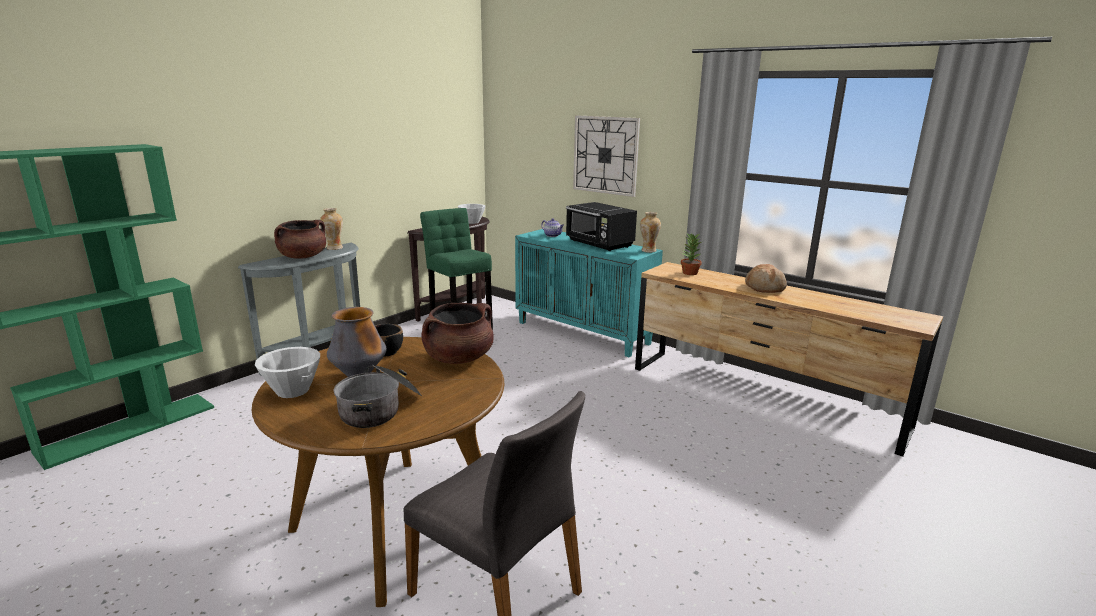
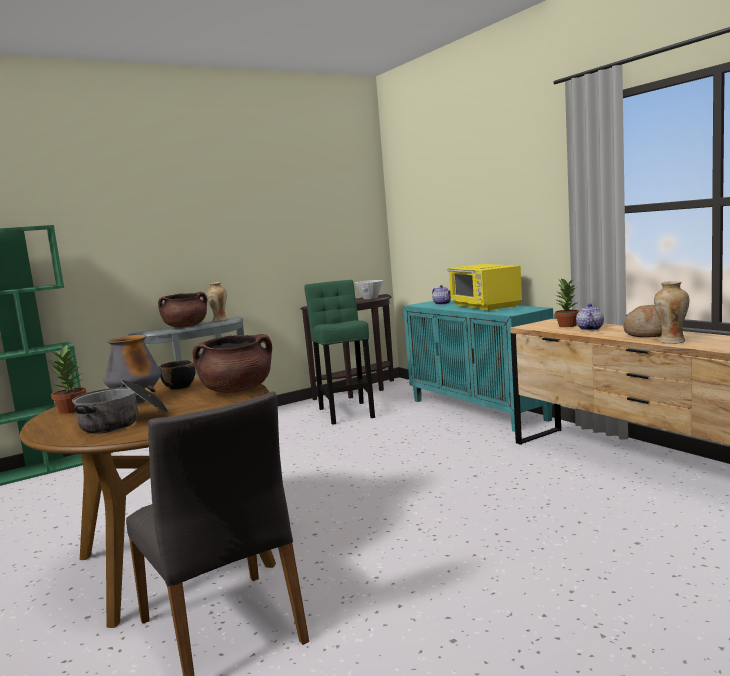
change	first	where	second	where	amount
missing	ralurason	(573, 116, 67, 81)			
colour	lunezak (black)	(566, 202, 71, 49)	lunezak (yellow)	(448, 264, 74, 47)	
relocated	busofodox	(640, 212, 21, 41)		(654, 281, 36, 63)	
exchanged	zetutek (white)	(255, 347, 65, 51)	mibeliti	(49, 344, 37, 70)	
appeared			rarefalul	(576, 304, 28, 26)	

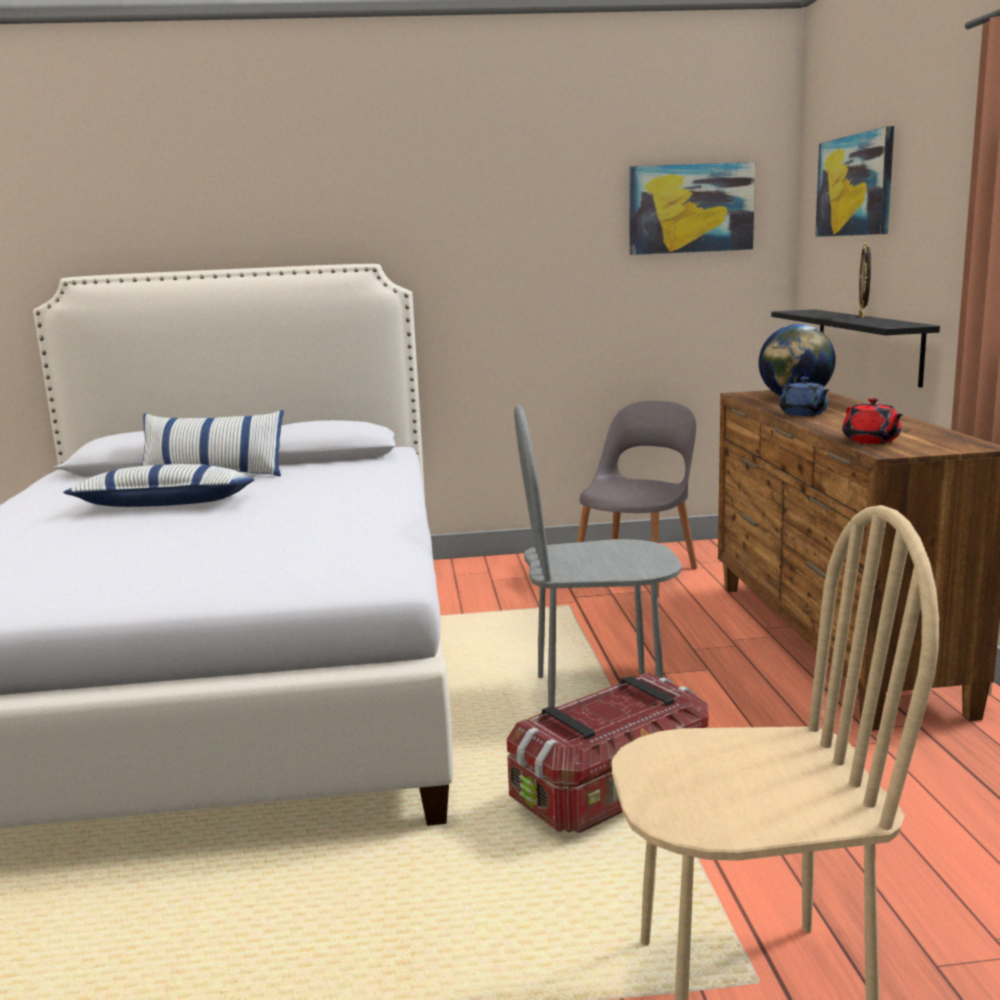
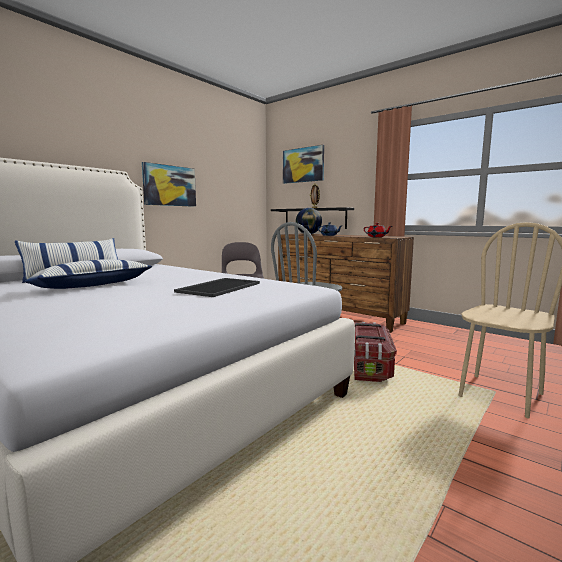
change	first	where	second	where	amount
relocated	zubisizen	(629, 162, 126, 93)		(142, 162, 54, 45)	
appeared			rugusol	(174, 278, 86, 19)	

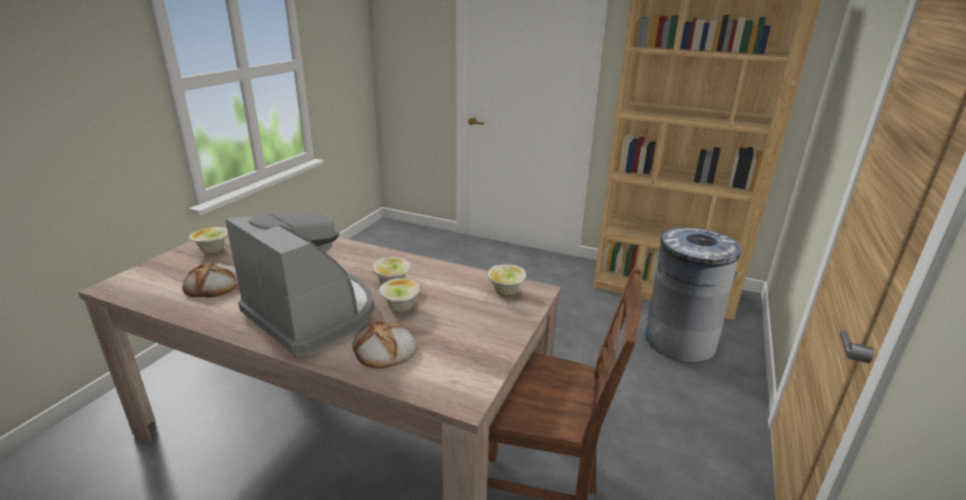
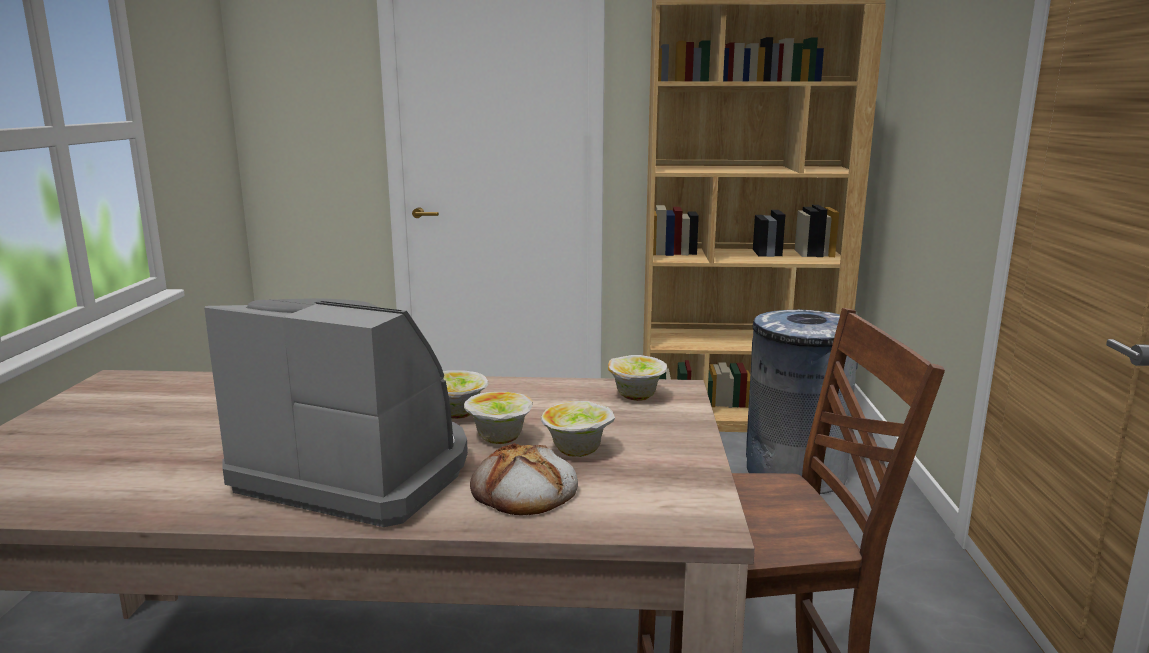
change	first	where	second	where	amount
relocated	zetutek	(189, 227, 39, 27)		(541, 401, 74, 56)	
missing	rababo	(182, 262, 56, 36)			

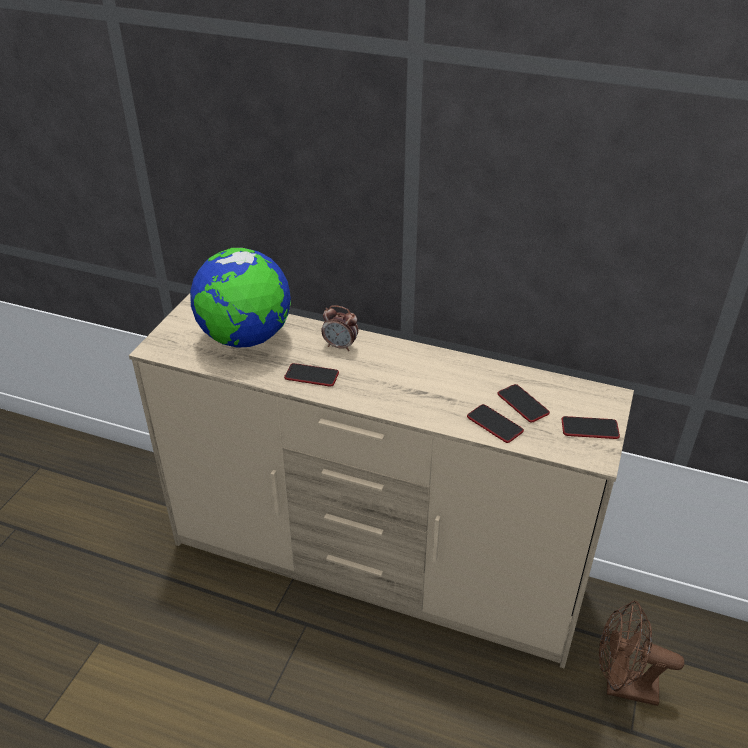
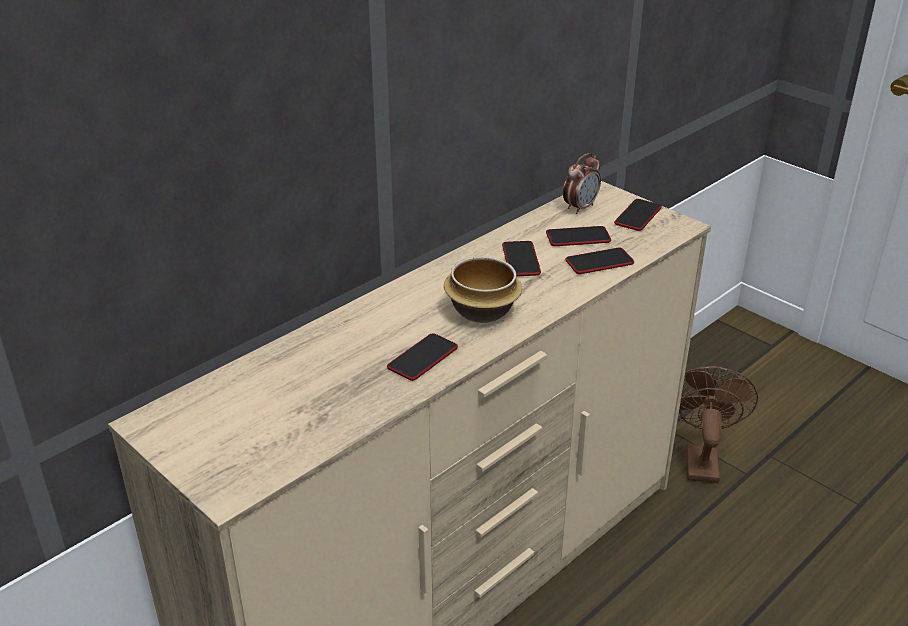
change	first	where	second	where	amount
missing	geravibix	(190, 248, 101, 100)			
relocated	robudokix	(321, 305, 37, 46)		(563, 153, 38, 61)	
spun	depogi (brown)	(599, 601, 86, 105)		(678, 366, 80, 117)	150 degrees clockwise
appeared			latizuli	(502, 241, 39, 35)	
appeared			zetutek	(444, 256, 78, 67)	

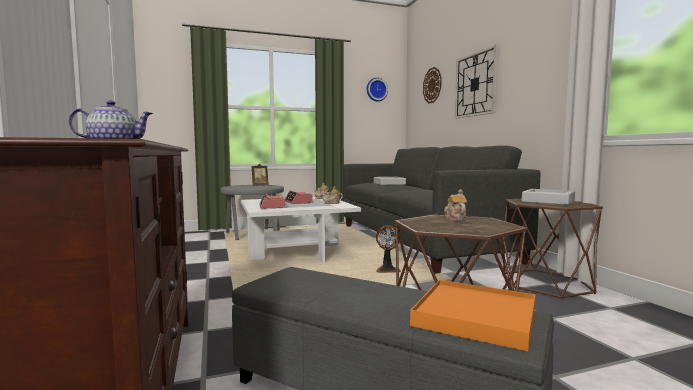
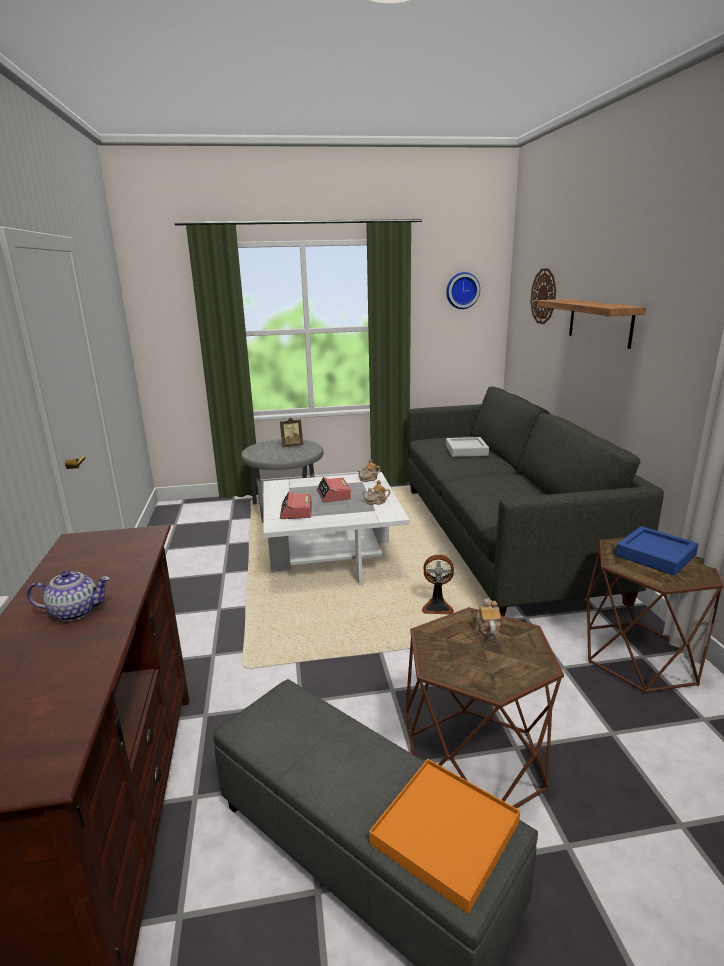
change	first	where	second	where	amount
exchanged	ralurason	(455, 45, 43, 73)	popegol	(538, 299, 108, 50)	
colour	rugusol (grey)	(522, 189, 53, 16)	rugusol (blue)	(615, 526, 83, 49)	

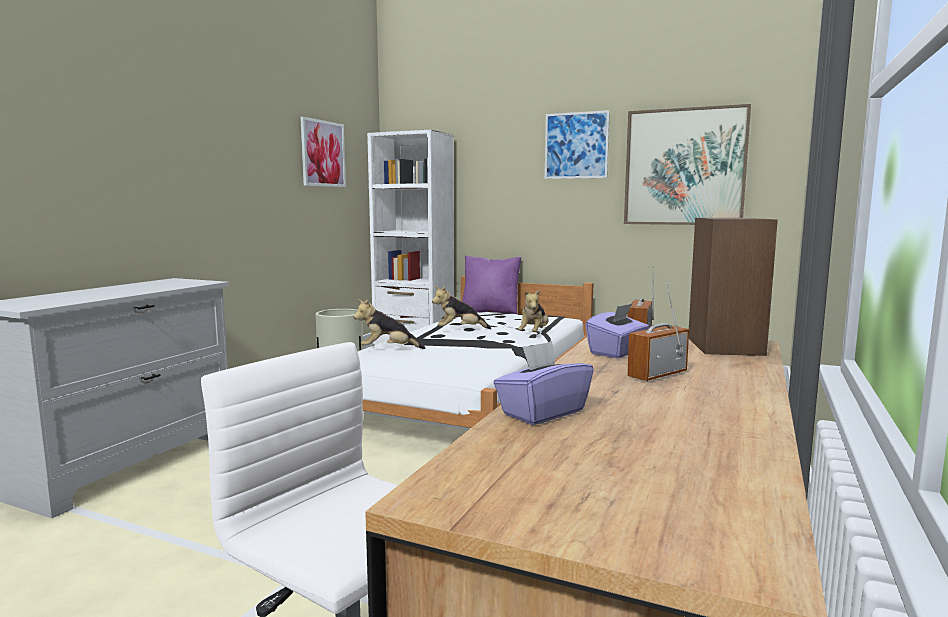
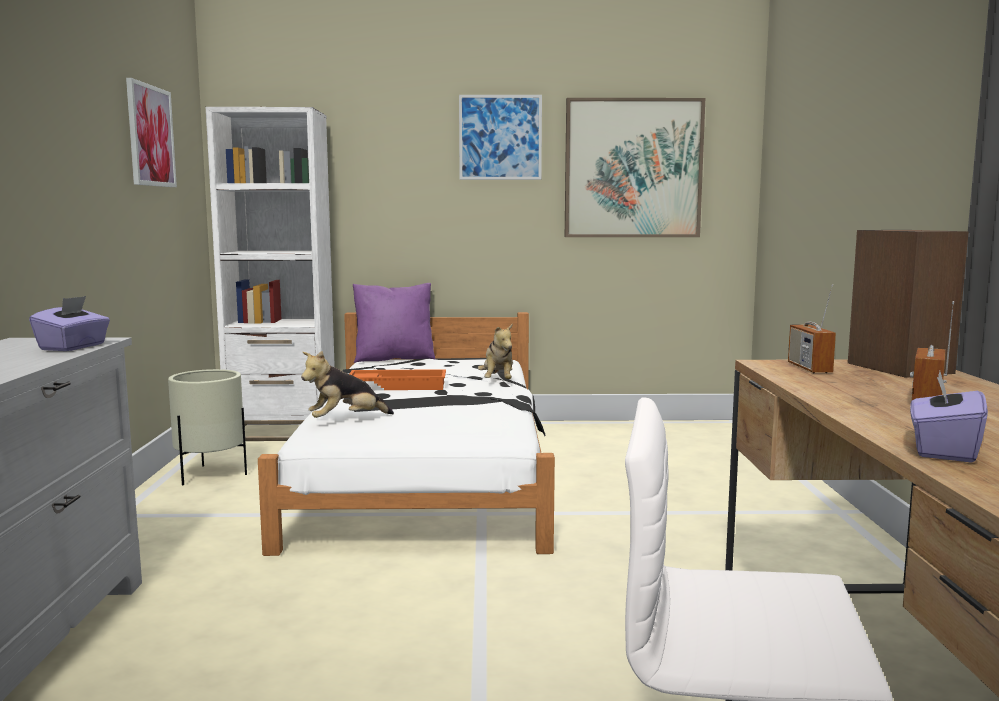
change	first	where	second	where	amount
exchanged	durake	(432, 286, 59, 43)	rugusol (orange)	(349, 369, 97, 21)	
relocated	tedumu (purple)	(586, 304, 63, 54)		(29, 296, 81, 55)	

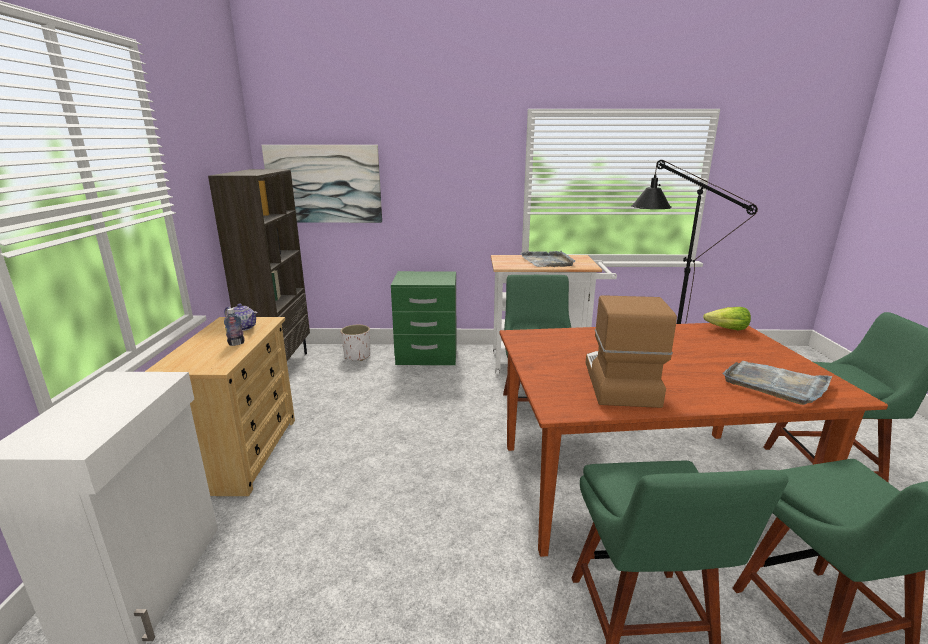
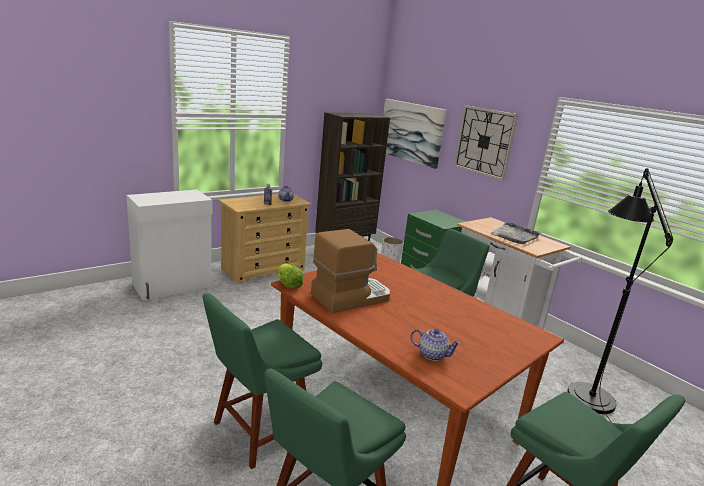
change	first	where	second	where	amount
relocated	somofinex	(703, 307, 48, 24)		(278, 264, 25, 25)	
exchanged	rugusol (grey)	(722, 361, 110, 44)	rarefalul	(410, 329, 51, 32)	
appeared			ralurason	(454, 105, 64, 76)	

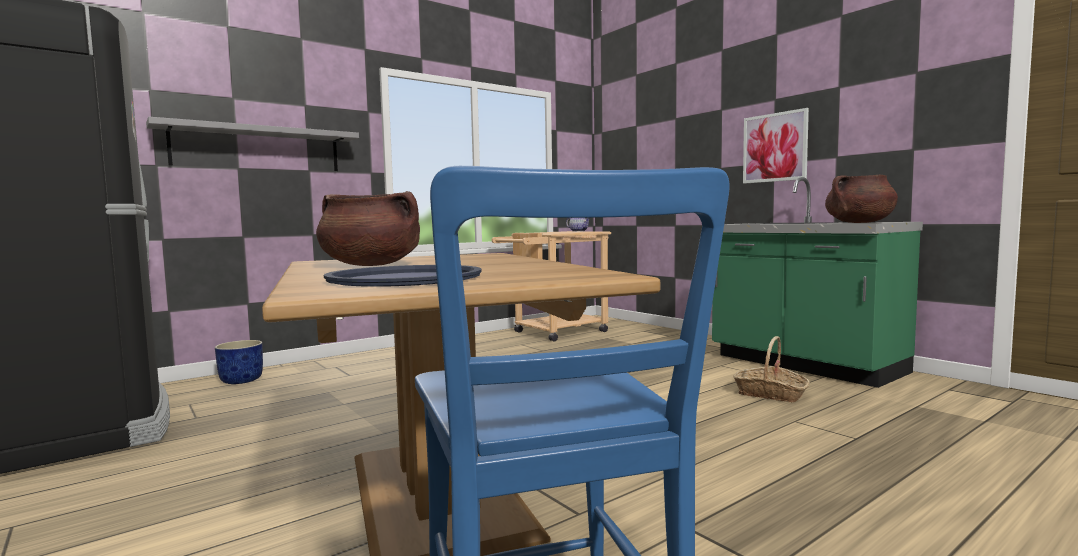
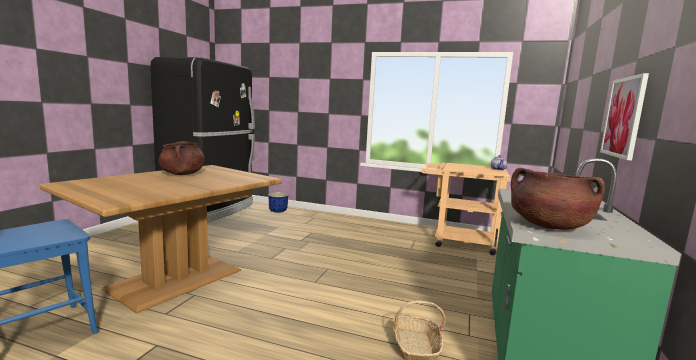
change	first	where	second	where	amount
missing	popegol (grey)	(146, 117, 213, 54)			
missing	rugusol (blue)	(324, 265, 158, 22)			

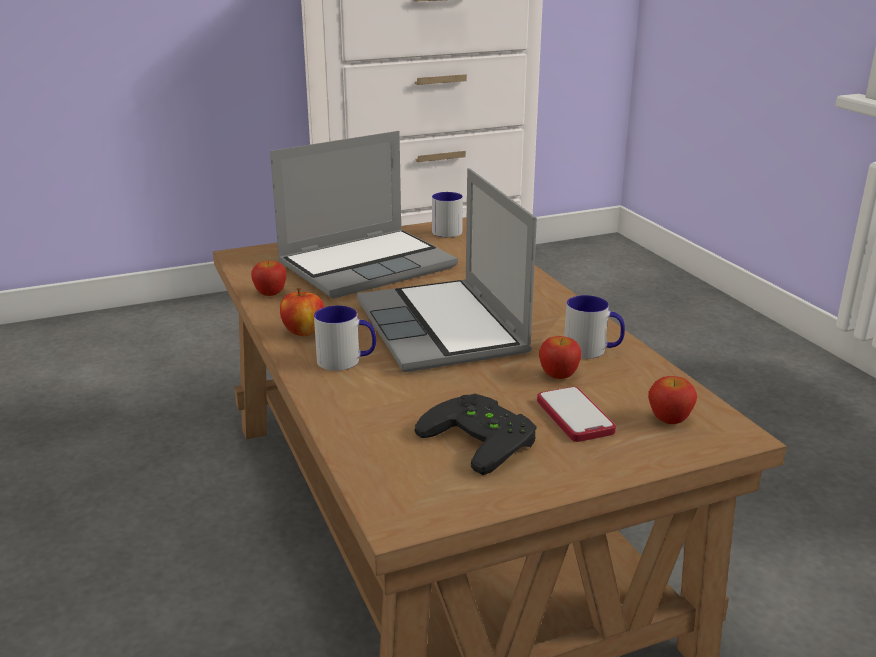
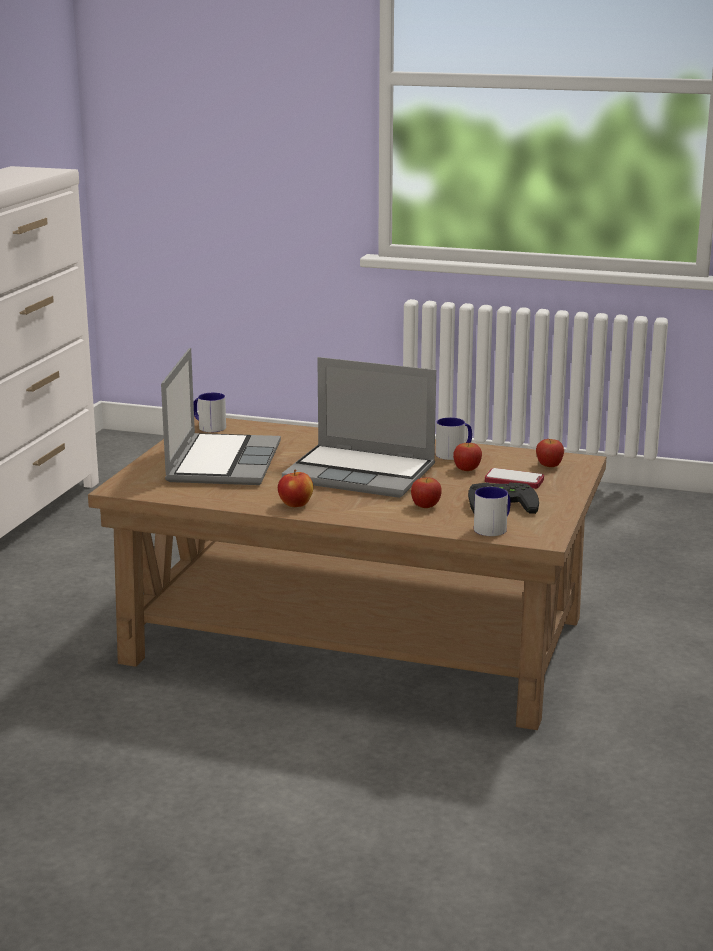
change	first	where	second	where	amount
relocated	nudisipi	(251, 261, 35, 35)		(411, 477, 31, 31)	
relocated	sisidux	(314, 305, 62, 66)		(474, 487, 36, 49)	

